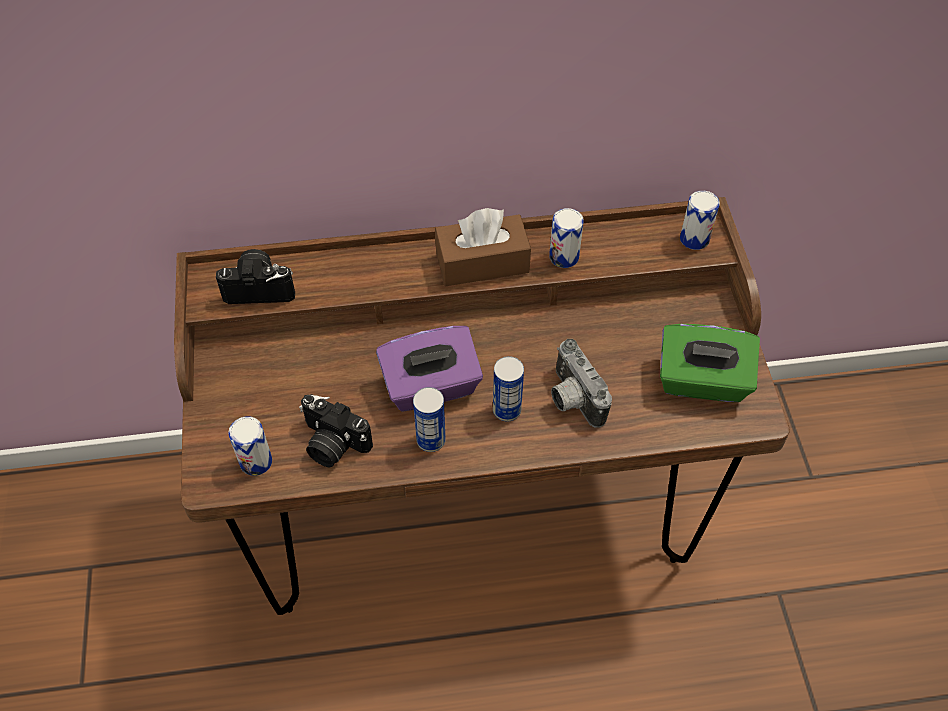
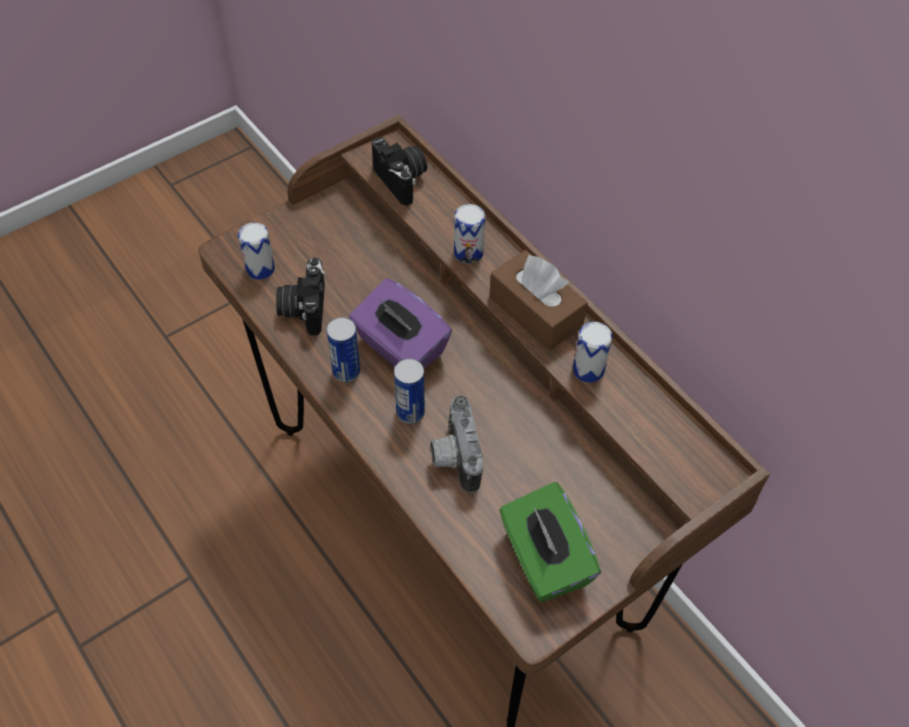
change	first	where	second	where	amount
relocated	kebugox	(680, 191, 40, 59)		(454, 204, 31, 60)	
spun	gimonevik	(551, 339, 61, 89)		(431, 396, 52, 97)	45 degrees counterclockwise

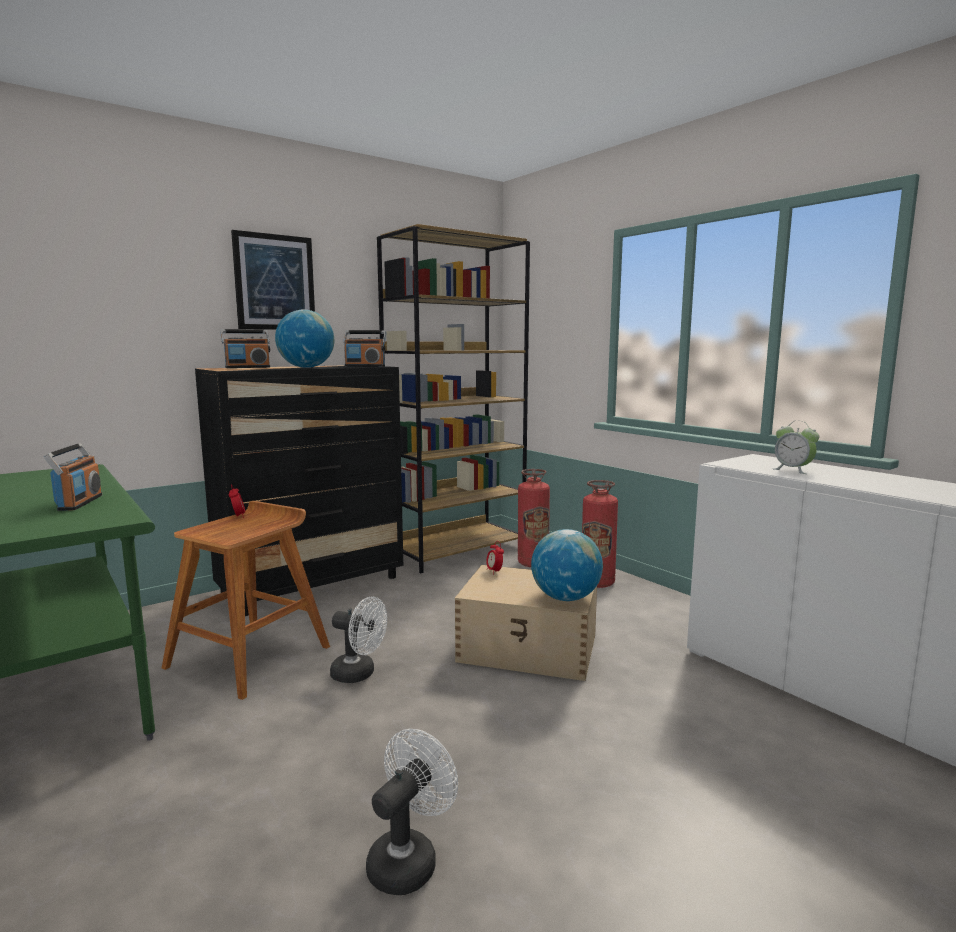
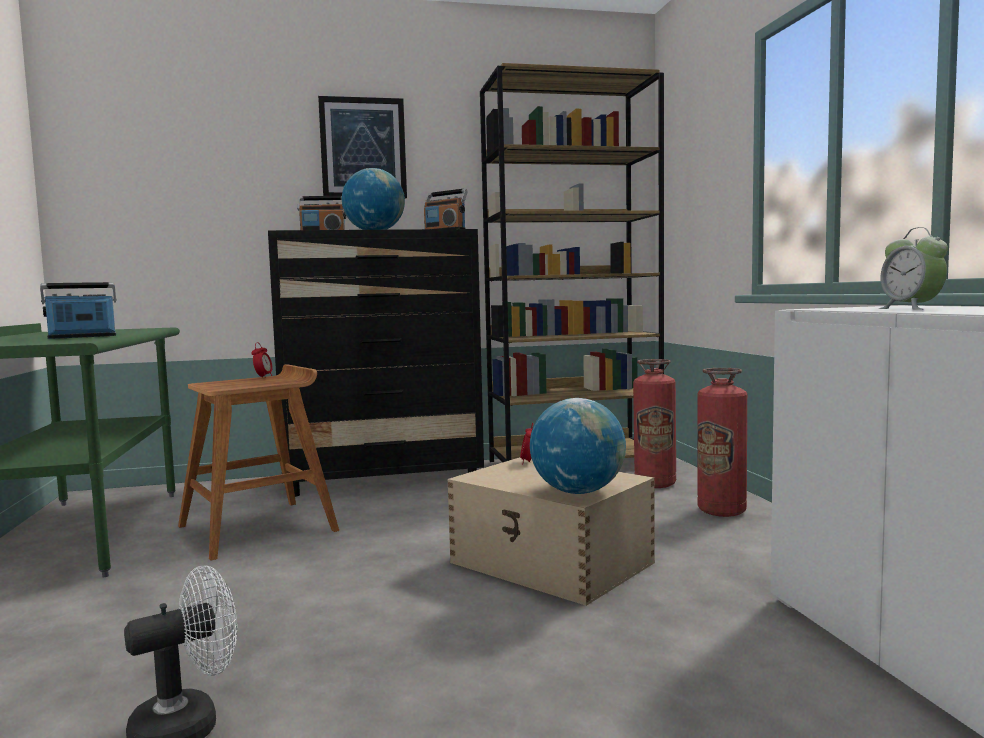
change	first	where	second	where	amount
spun	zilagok	(44, 443, 58, 68)		(40, 282, 77, 57)	135 degrees counterclockwise
missing	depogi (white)	(330, 596, 57, 87)			

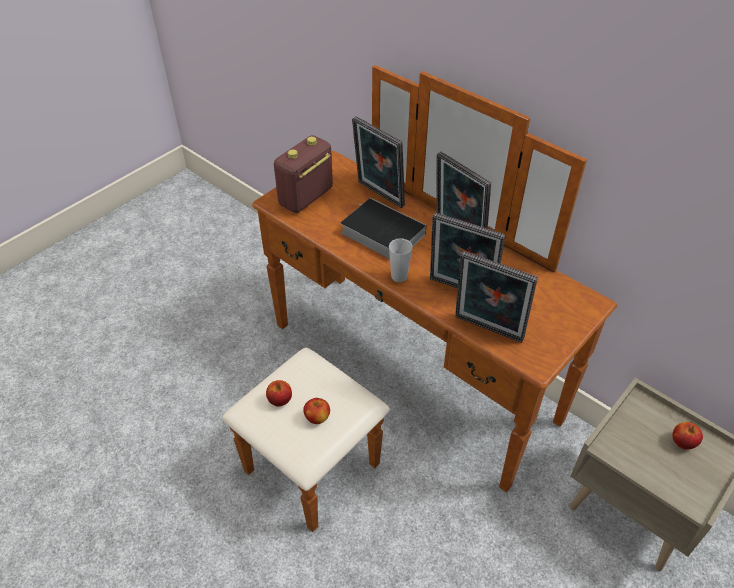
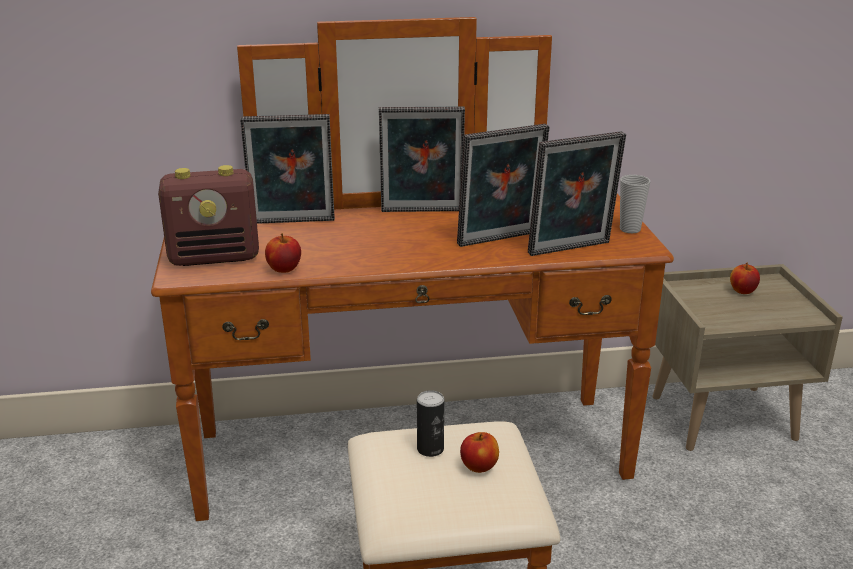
change	first	where	second	where	amount
spun	zilagok	(274, 135, 59, 78)		(158, 165, 101, 101)	90 degrees counterclockwise
missing	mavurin	(341, 198, 86, 61)			
relocated	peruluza	(389, 238, 24, 44)		(620, 175, 30, 58)	
relocated	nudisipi	(266, 380, 26, 27)		(265, 233, 36, 40)	
appeared			kebugox	(417, 390, 27, 67)	

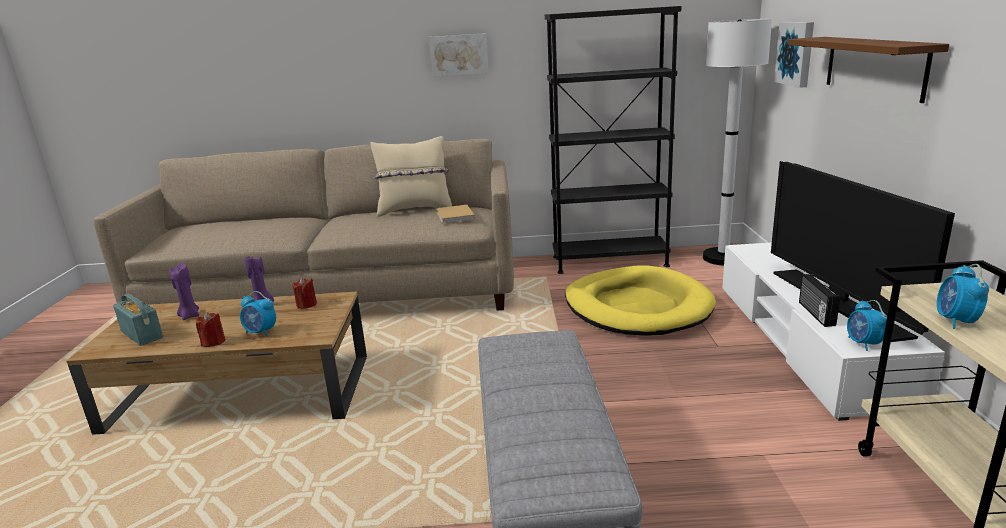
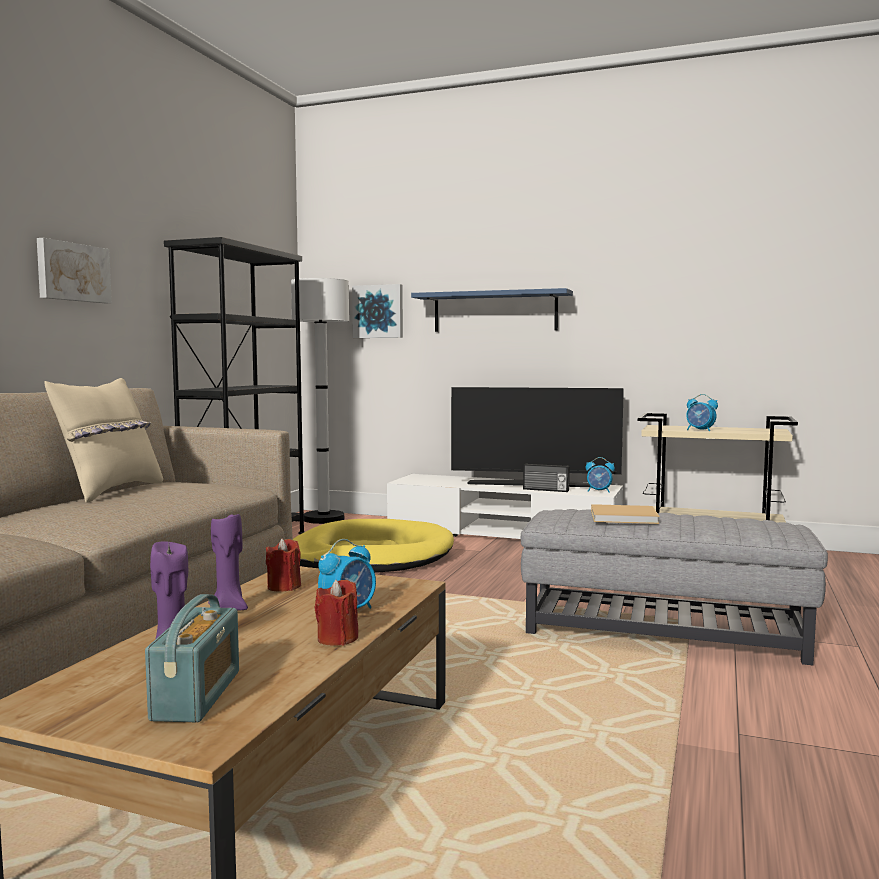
change	first	where	second	where	amount
colour	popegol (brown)	(788, 37, 161, 66)	popegol (blue)	(411, 288, 162, 44)	
relocated	mavurin (beige)	(436, 205, 39, 18)		(591, 504, 68, 20)	
spun	zilagok	(113, 294, 50, 52)		(145, 594, 94, 128)	120 degrees clockwise

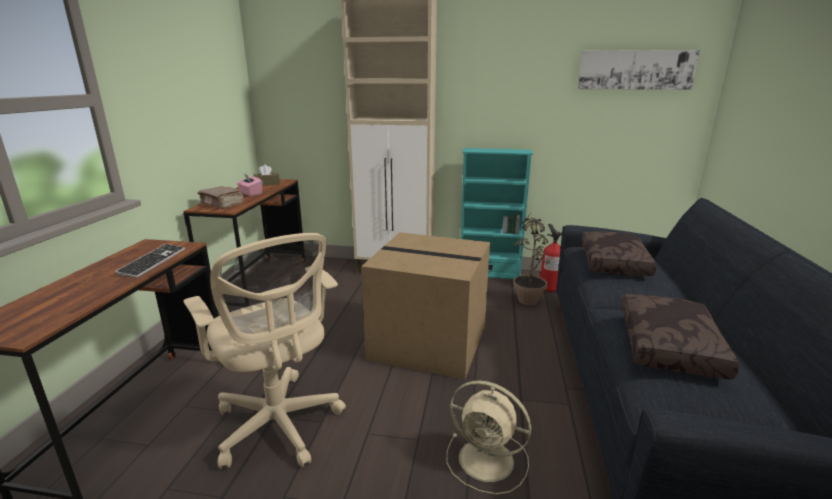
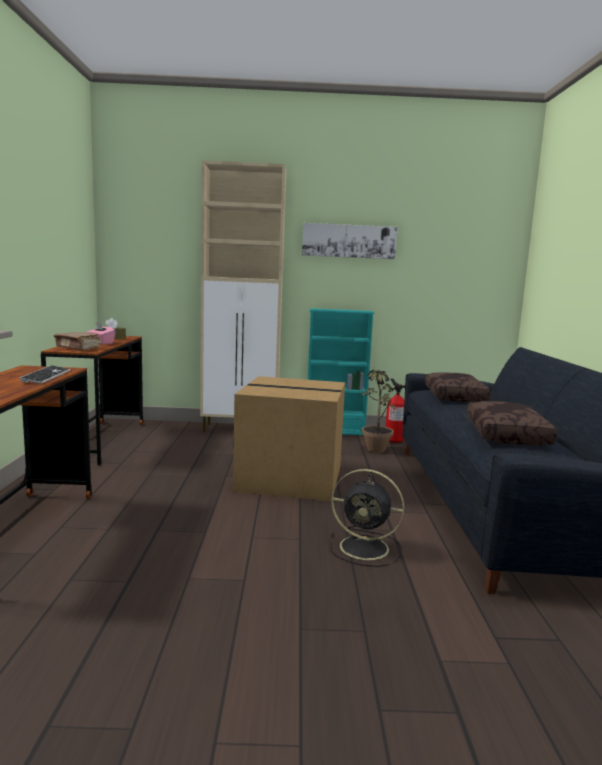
change	first	where	second	where	amount
relocated	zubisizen	(578, 50, 122, 40)		(302, 223, 95, 36)	
missing	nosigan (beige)	(183, 233, 163, 236)			
colour	depogi (beige)	(446, 380, 85, 115)	depogi (black)	(329, 469, 75, 98)	

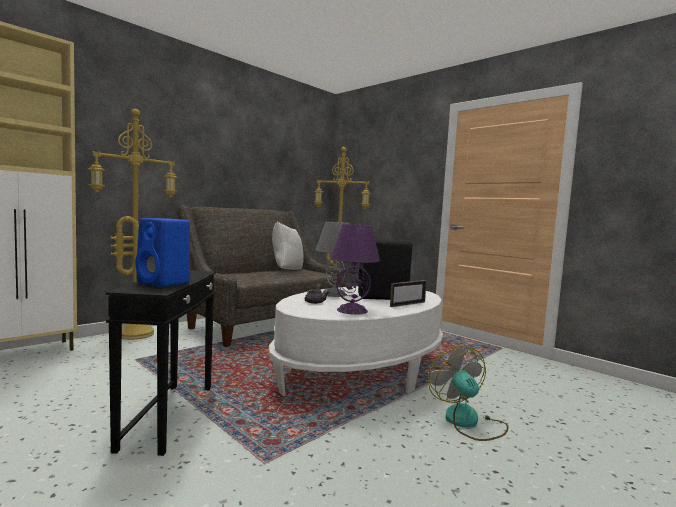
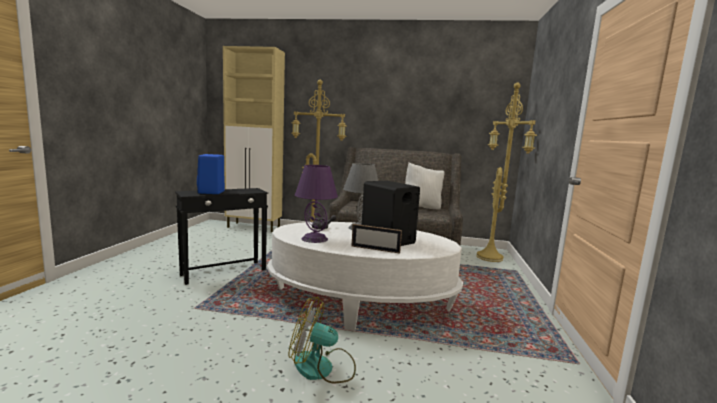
change	first	where	second	where	amount
spun	depogi	(428, 346, 81, 95)		(288, 297, 68, 87)	120 degrees counterclockwise

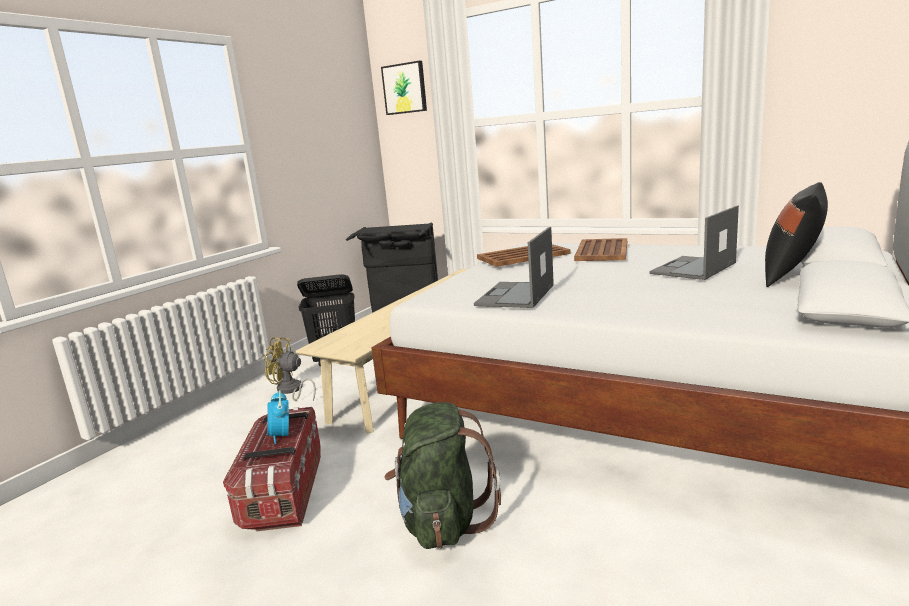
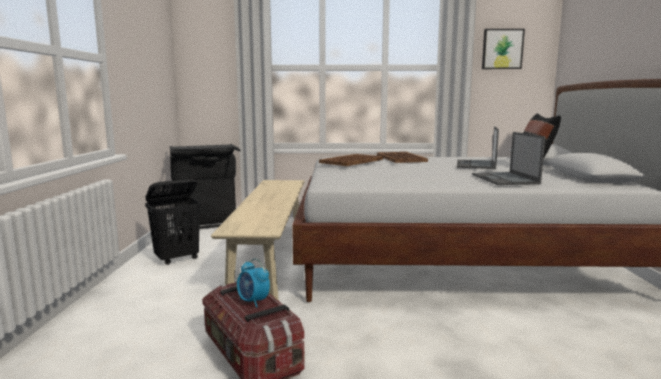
change	first	where	second	where	amount
relocated	zubisizen	(381, 61, 46, 54)		(482, 29, 43, 40)	
relocated	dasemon	(474, 227, 80, 81)		(472, 132, 73, 53)	
missing	depogi (yellow)	(263, 337, 53, 64)			
missing	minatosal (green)	(384, 402, 117, 147)			

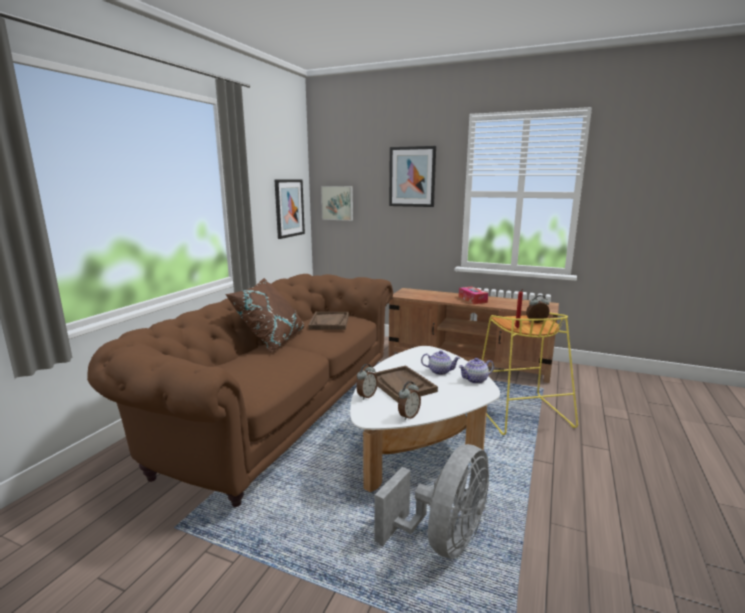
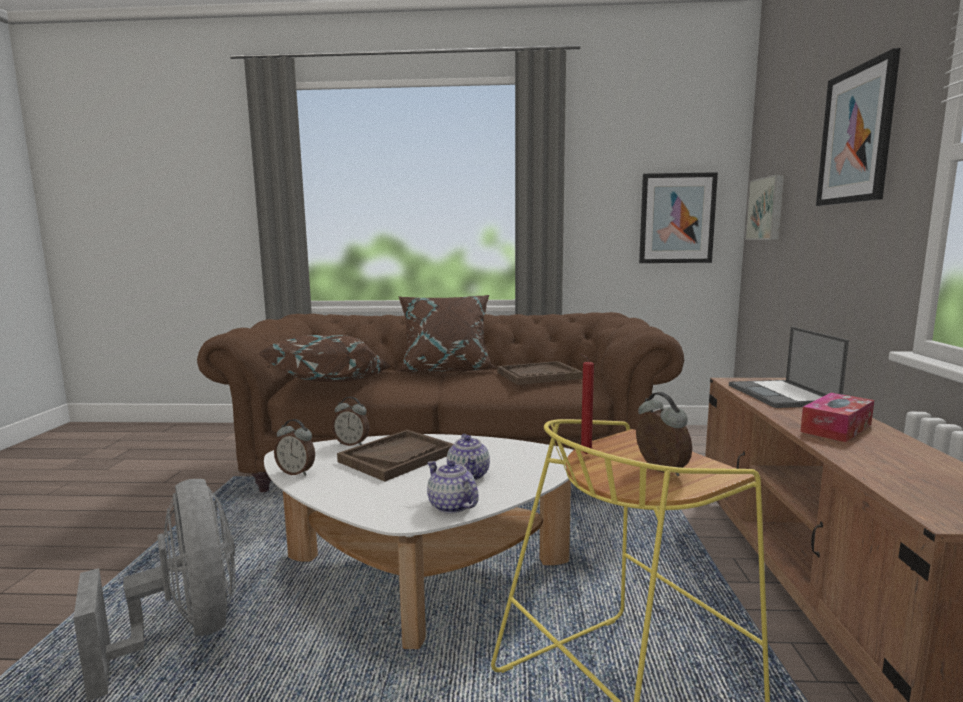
change	first	where	second	where	amount
spun	depogi (grey)	(375, 444, 114, 115)		(73, 479, 162, 222)	135 degrees counterclockwise
appeared			dasemon	(729, 327, 120, 81)	
appeared			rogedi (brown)	(259, 335, 133, 47)	

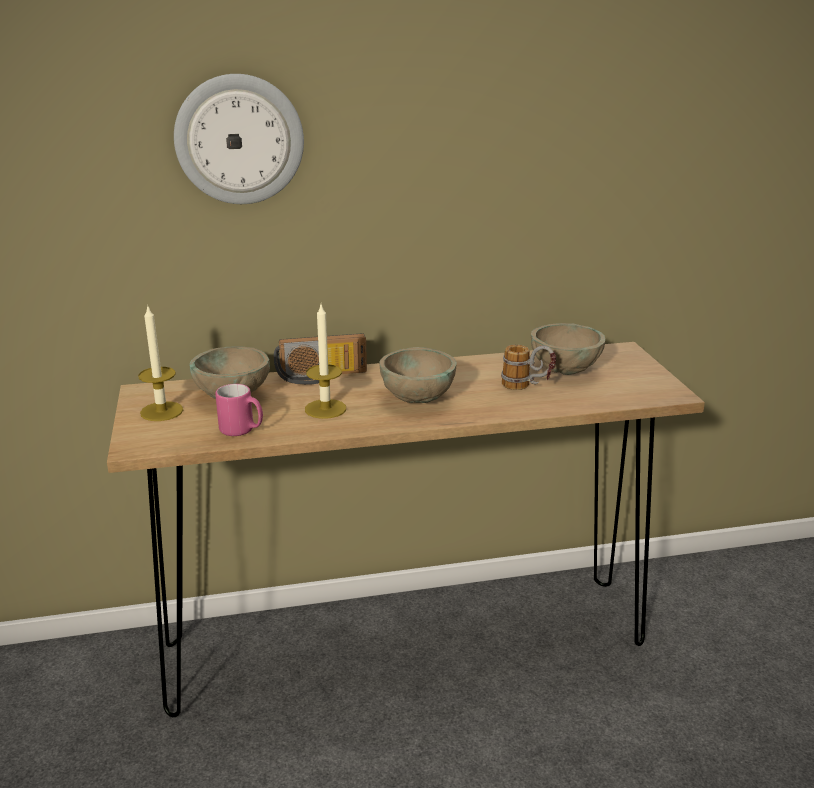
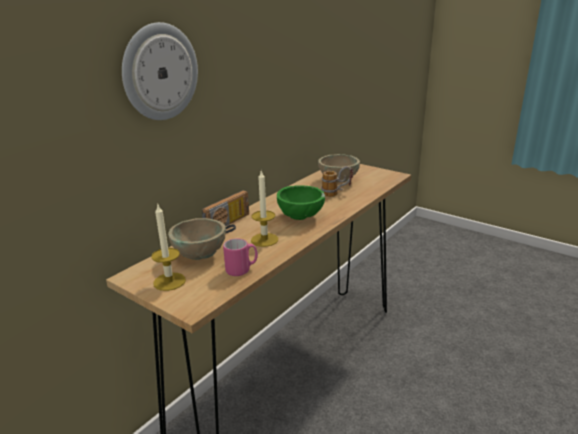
change	first	where	second	where	amount
colour	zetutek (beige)	(380, 347, 77, 56)	zetutek (green)	(277, 185, 48, 35)	

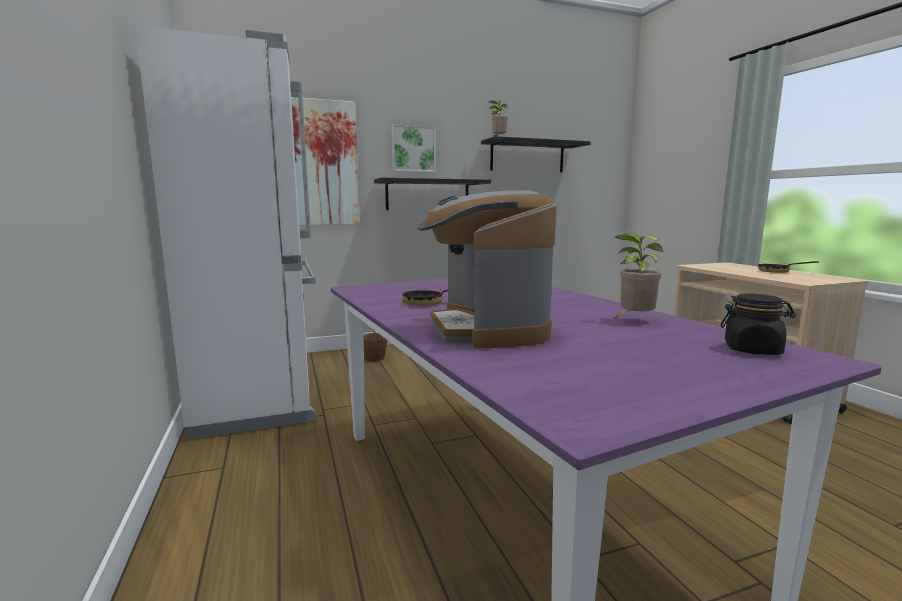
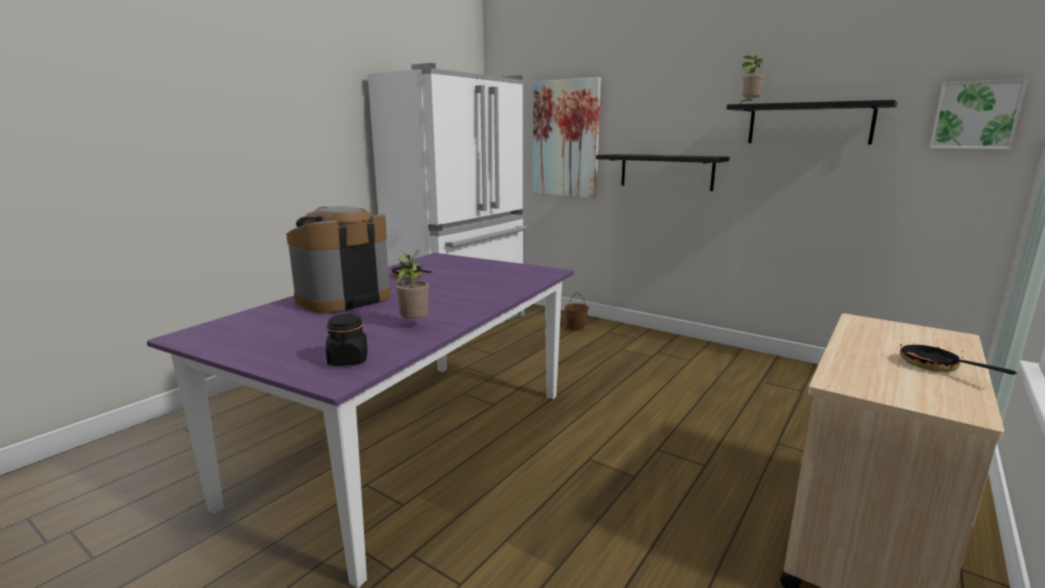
change	first	where	second	where	amount
relocated	zubisizen	(391, 124, 45, 48)		(930, 79, 98, 70)	

